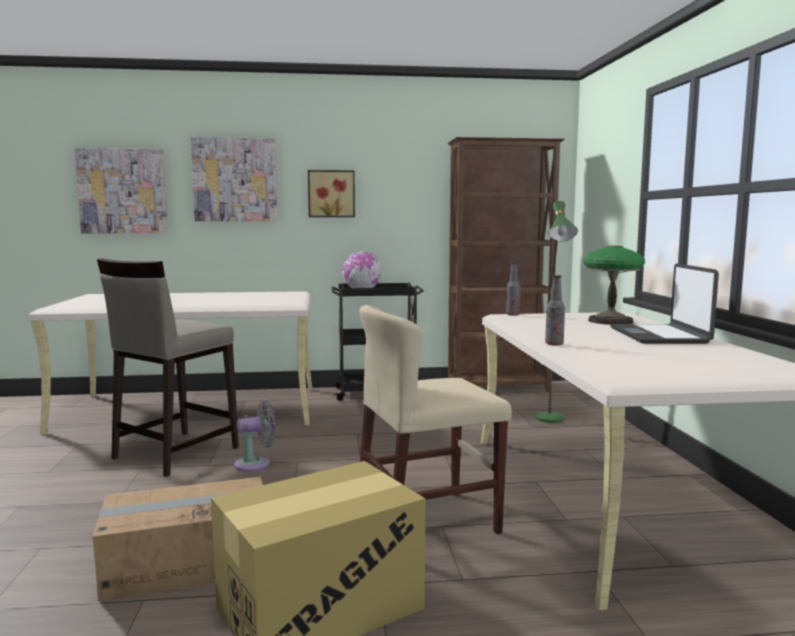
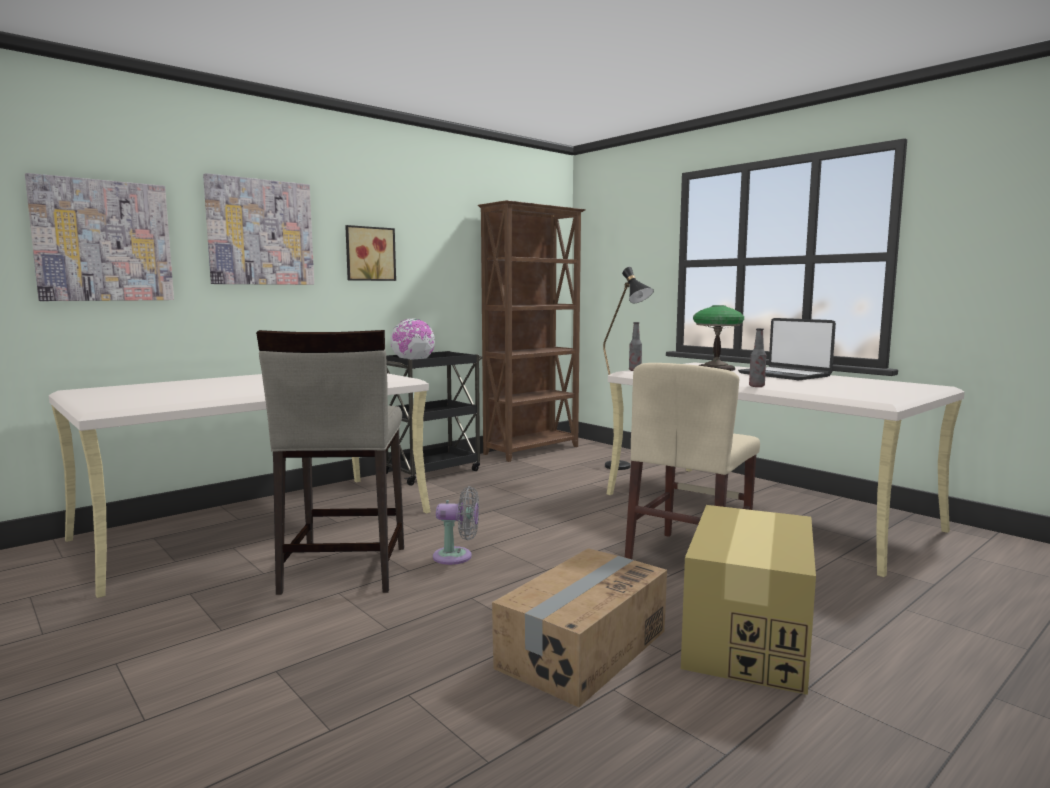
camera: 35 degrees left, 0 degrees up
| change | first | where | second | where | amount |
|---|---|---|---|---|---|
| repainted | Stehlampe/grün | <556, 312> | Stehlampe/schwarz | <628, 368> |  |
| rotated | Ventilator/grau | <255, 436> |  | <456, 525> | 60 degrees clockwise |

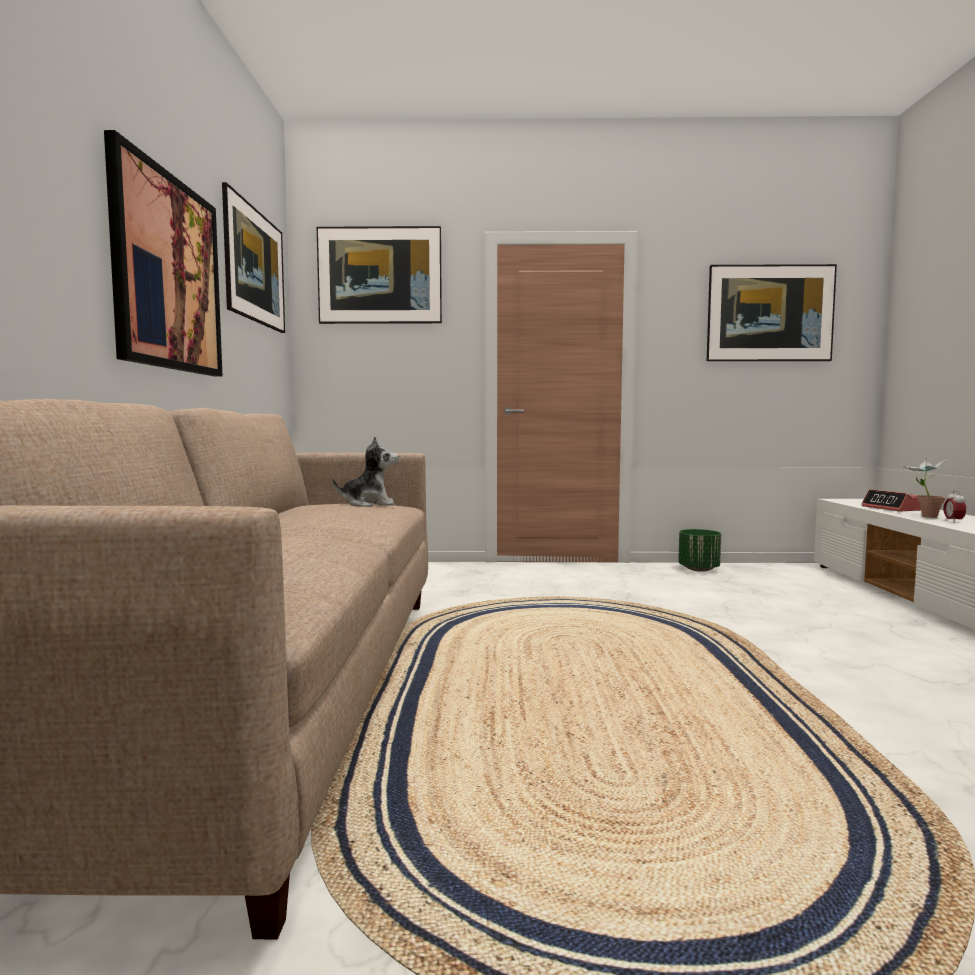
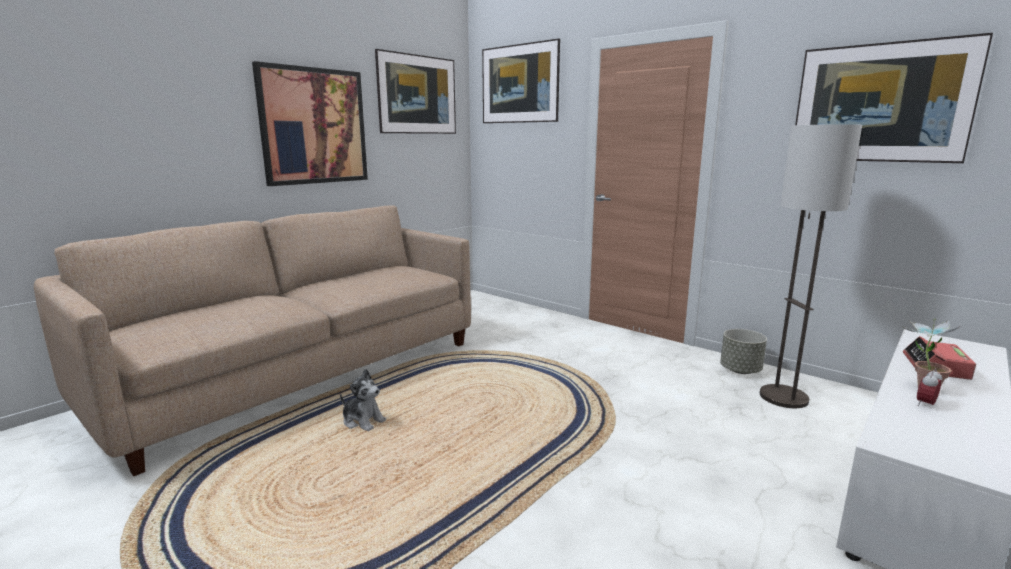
camera: 40 degrees right, 10 degrees up
| change | first | where | second | where | amount |
|---|---|---|---|---|---|
| new |  |  | Stehlampe | <811, 266> |  |
| shifted | Plüschtier | <365, 471> |  | <363, 400> |  |
| repainted | Pflanzkübel/grün | <699, 550> | Pflanzkübel/grau | <743, 351> |  |

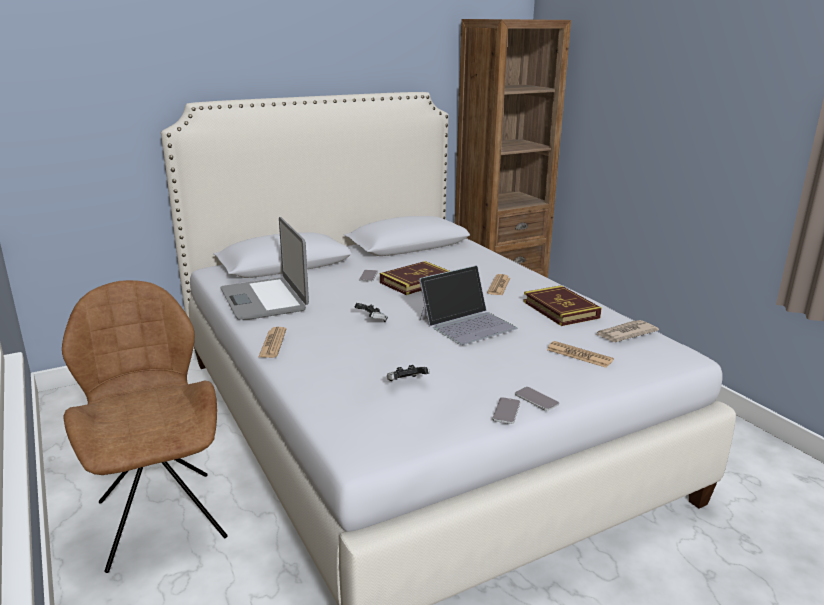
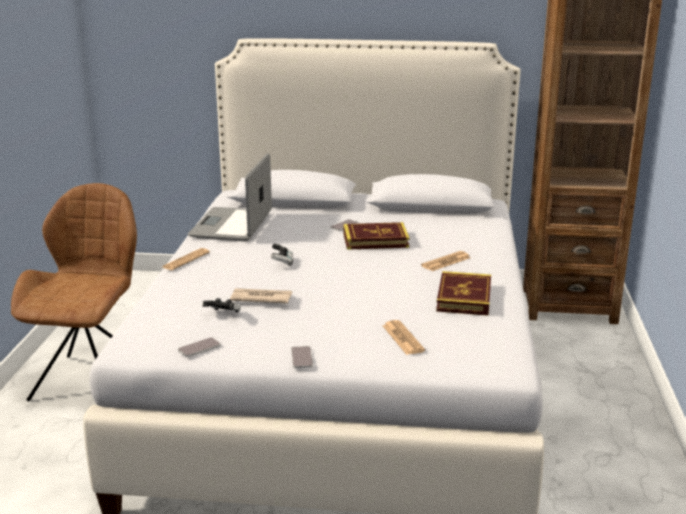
camera: 35 degrees right, 0 degrees up
| change | first | where | second | where | amount |
|---|---|---|---|---|---|
| gone | Laptop | <468, 305> |  |  |  |
| shifted | Handy | <506, 410> |  | <199, 347> |  |
| shifted | Zeitung | <627, 331> |  | <261, 295> |  |

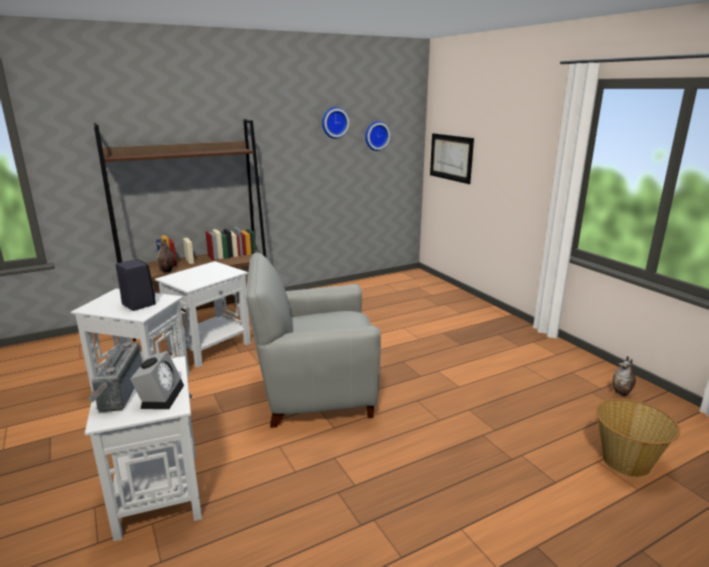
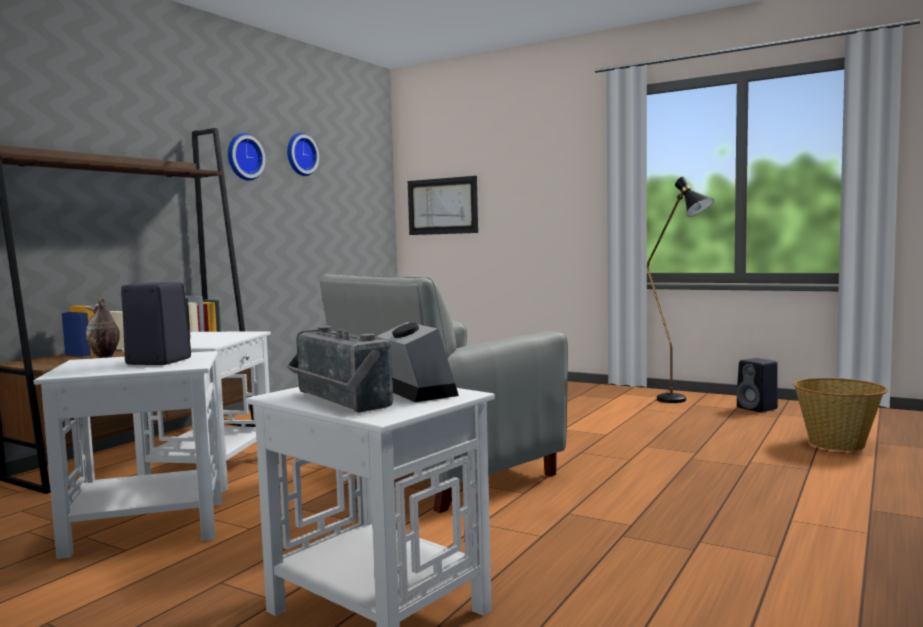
camera: 30 degrees left, 15 degrees down
| change | first | where | second | where | amount |
|---|---|---|---|---|---|
| new |  |  | Stehlampe/schwarz | <680, 290> |  |
| shifted | Wanduhr | <377, 136> |  | <246, 157> |  |
| swapped | Vase | <624, 376> | Lautsprecher/schwarz | <757, 385> |  |

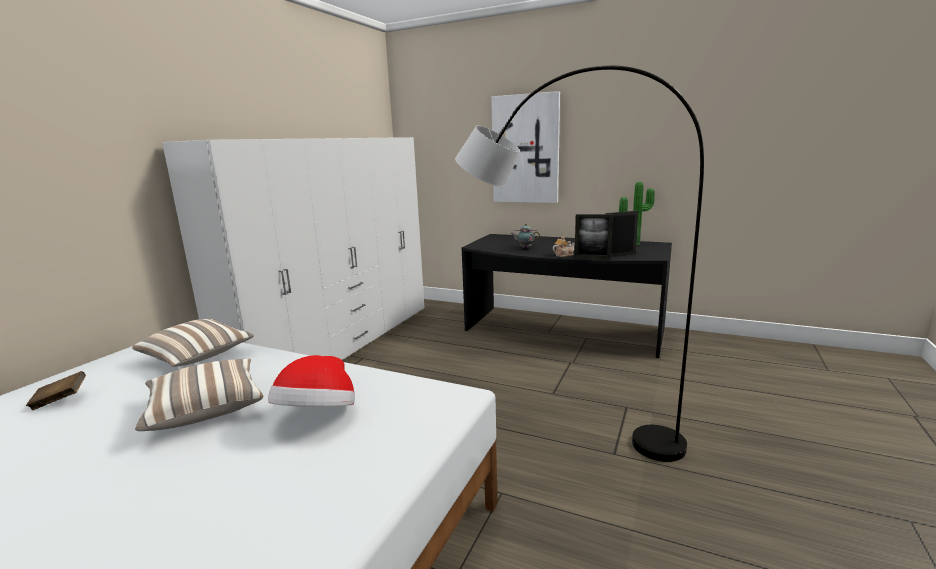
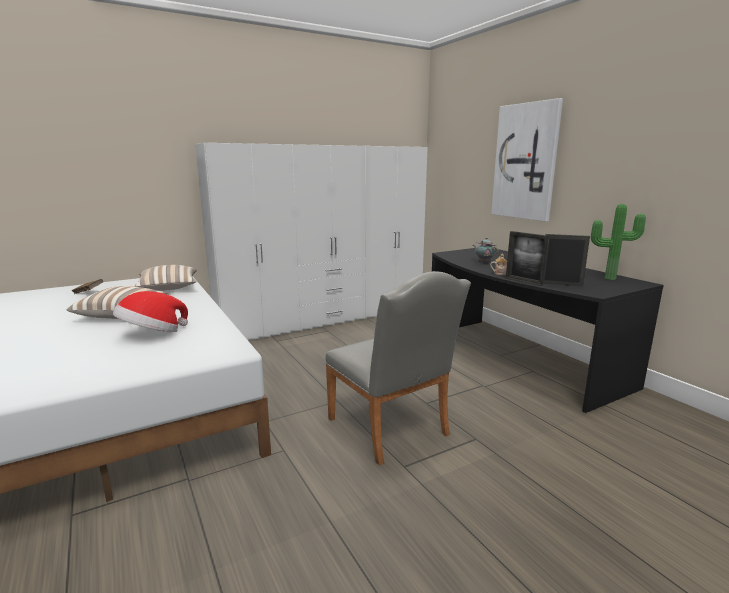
camera: 35 degrees right, 0 degrees up
| change | first | where | second | where | amount |
|---|---|---|---|---|---|
| swapped | Stehlampe/grau | <579, 263> | Stuhl/grau | <398, 368> |  |

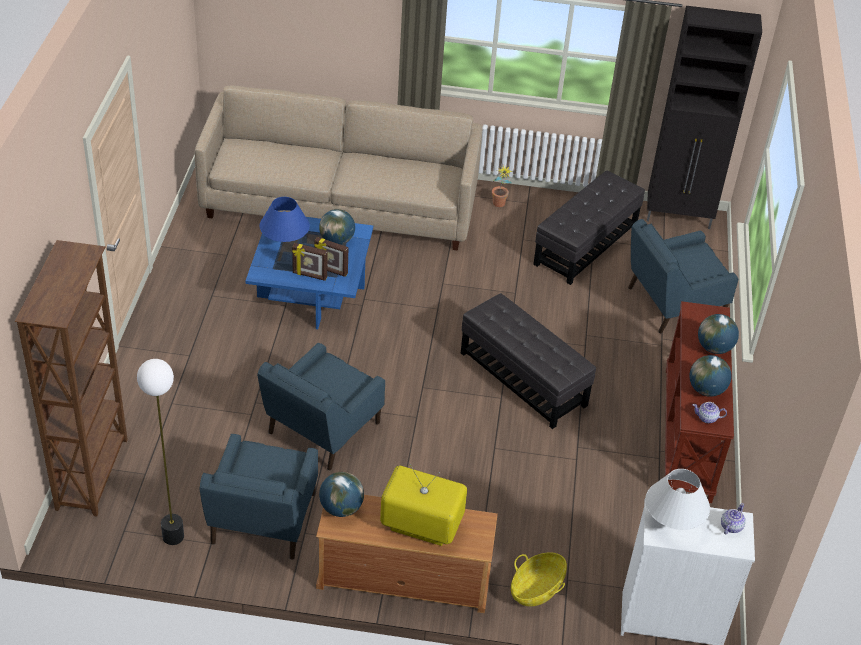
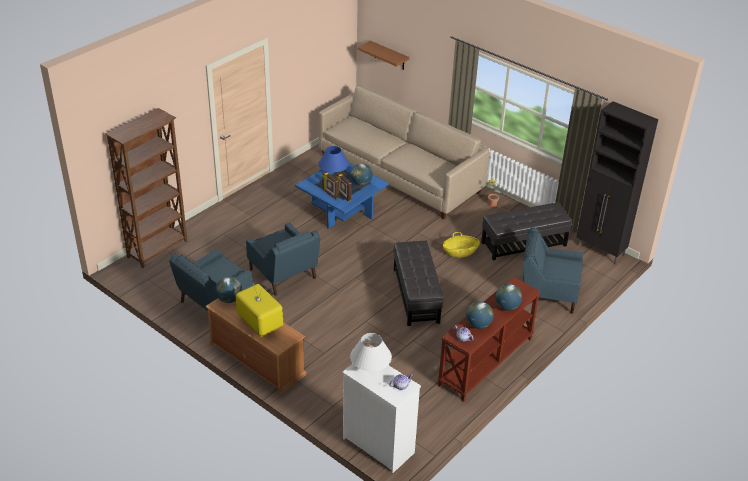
camera: 35 degrees right, 5 degrees down
| change | first | where | second | where | amount |
|---|---|---|---|---|---|
| gone | Stehlampe | <160, 452> |  |  |  |
| new |  |  | Wandregal/braun | <383, 55> |  |
| shifted | Korb | <539, 579> |  | <461, 245> |  |
| rotated | Sessel/blau | <321, 406> |  | <283, 259> | 105 degrees counterclockwise |

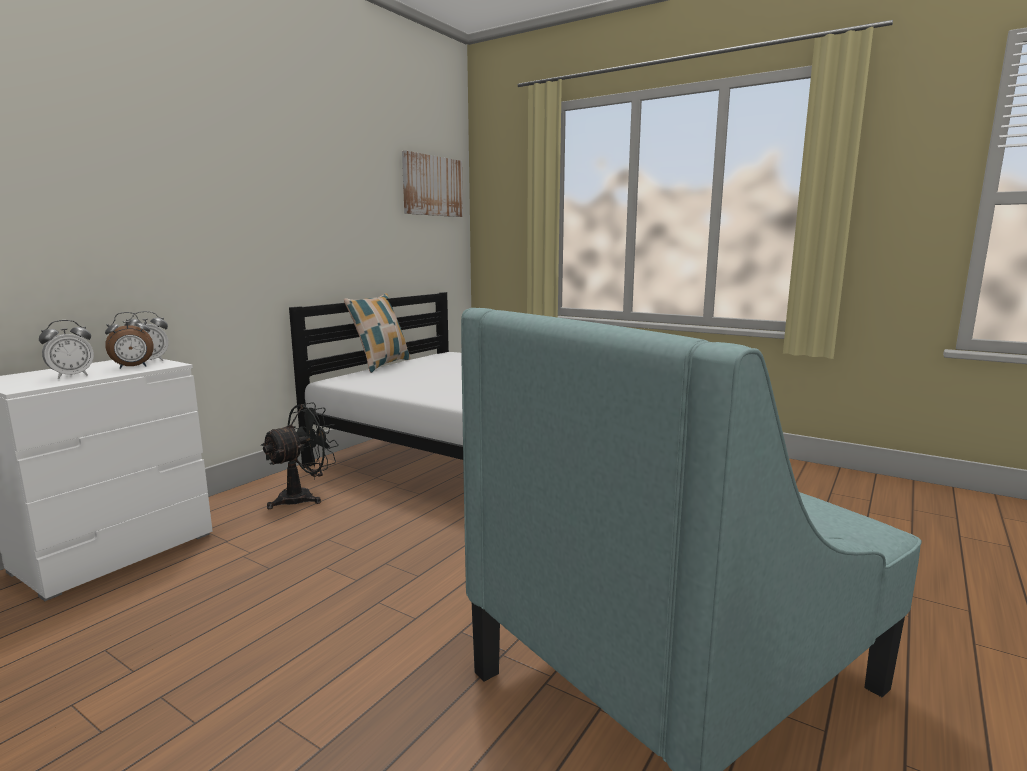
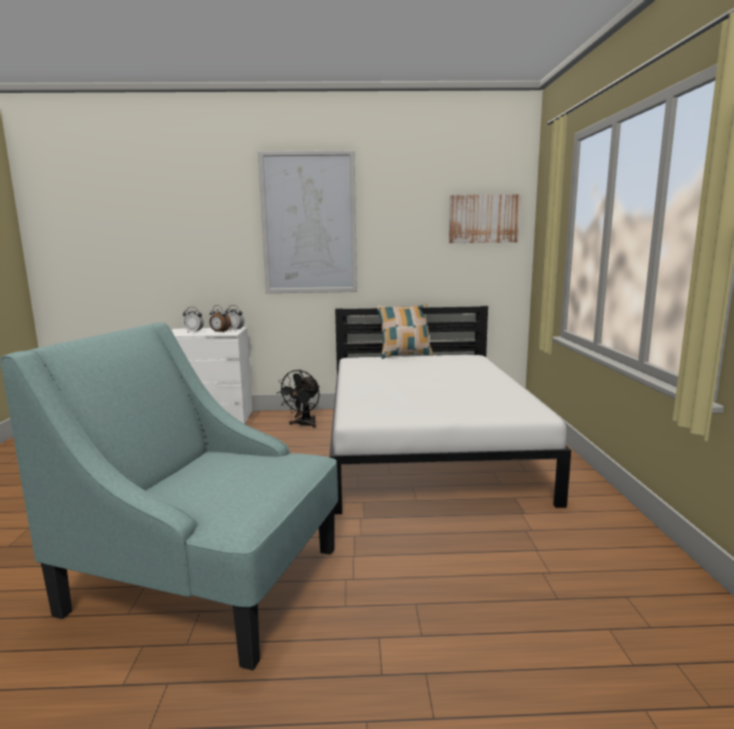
camera: 55 degrees right, 0 degrees up
| change | first | where | second | where | amount |
|---|---|---|---|---|---|
| new |  |  | Bild | <307, 221> |  |
| rotated | Ventilator/schwarz | <300, 455> |  | <298, 399> | 105 degrees clockwise |

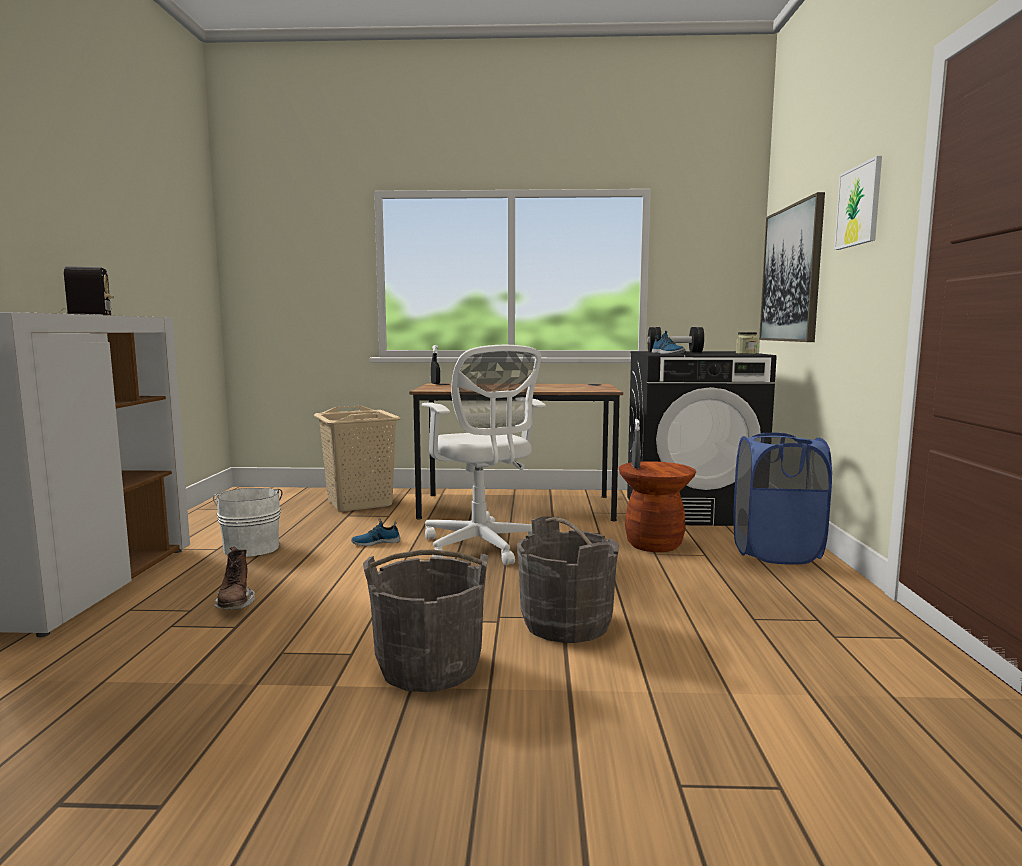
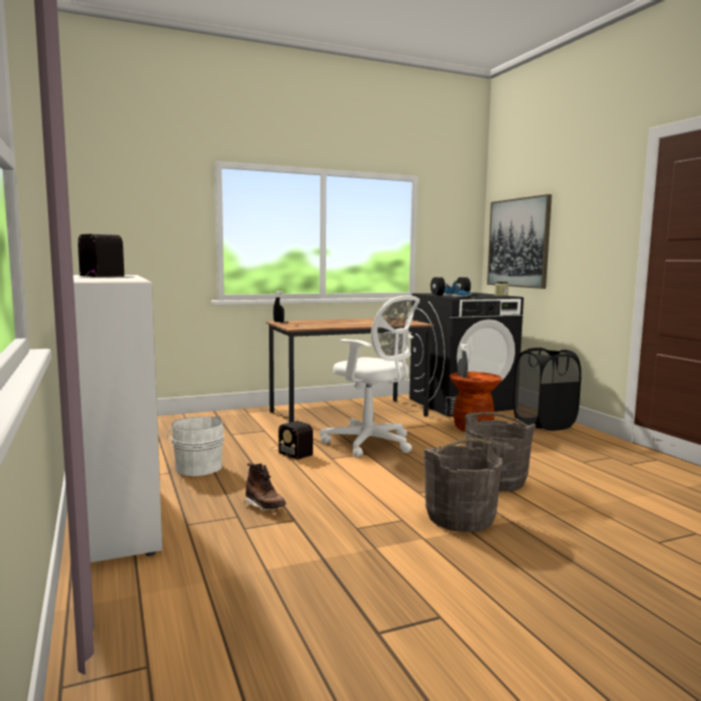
camera: 25 degrees left, 0 degrees up
| change | first | where | second | where | amount |
|---|---|---|---|---|---|
| gone | Wäschekorb/beige | <357, 459> |  |  |  |
| gone | Bild | <858, 203> |  |  |  |
| swapped | Schuh | <375, 532> | Radio | <291, 440> |  |
| repainted | Wäschekorb/blau | <782, 499> | Wäschekorb/schwarz | <547, 389> |  |

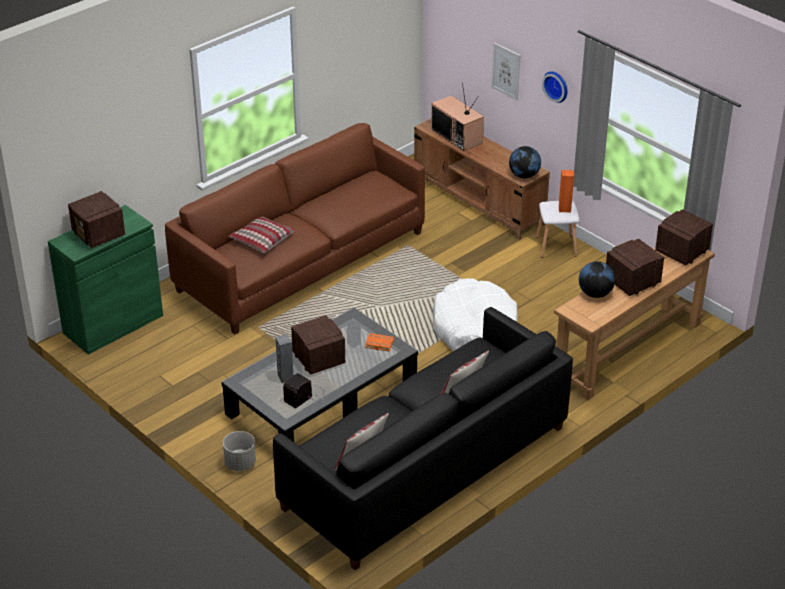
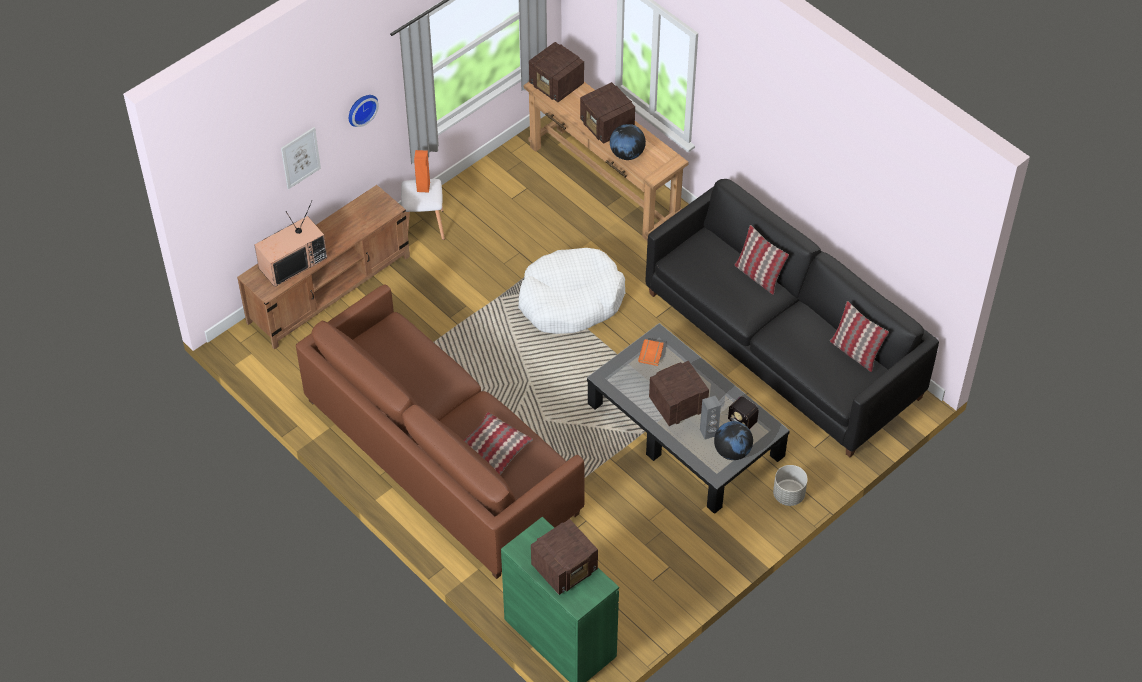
camera: 90 degrees left, 15 degrees up
| change | first | where | second | where | amount |
|---|---|---|---|---|---|
| shifted | Globus | <525, 162> |  | <733, 440> |  |

